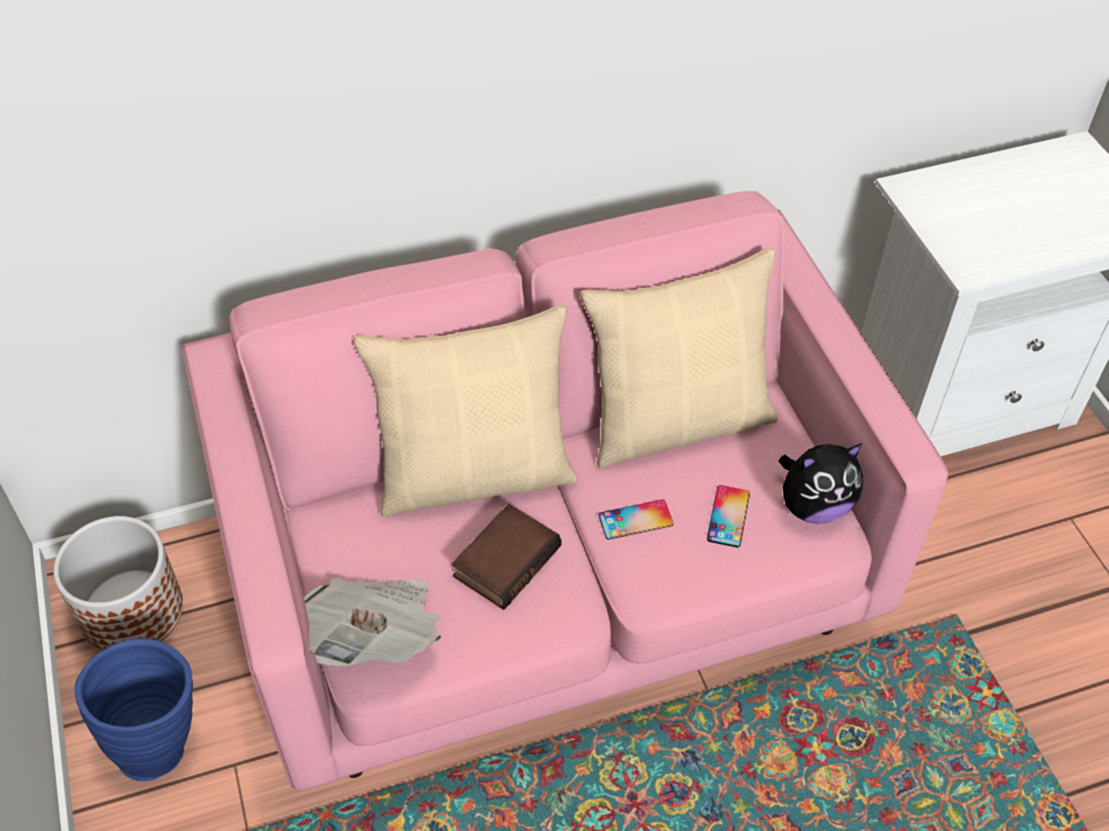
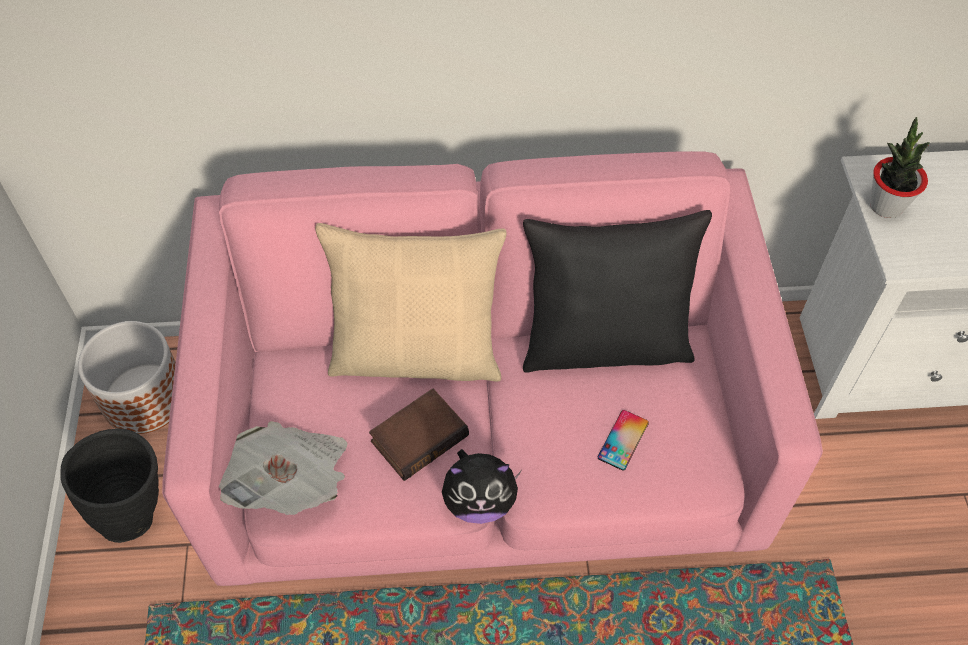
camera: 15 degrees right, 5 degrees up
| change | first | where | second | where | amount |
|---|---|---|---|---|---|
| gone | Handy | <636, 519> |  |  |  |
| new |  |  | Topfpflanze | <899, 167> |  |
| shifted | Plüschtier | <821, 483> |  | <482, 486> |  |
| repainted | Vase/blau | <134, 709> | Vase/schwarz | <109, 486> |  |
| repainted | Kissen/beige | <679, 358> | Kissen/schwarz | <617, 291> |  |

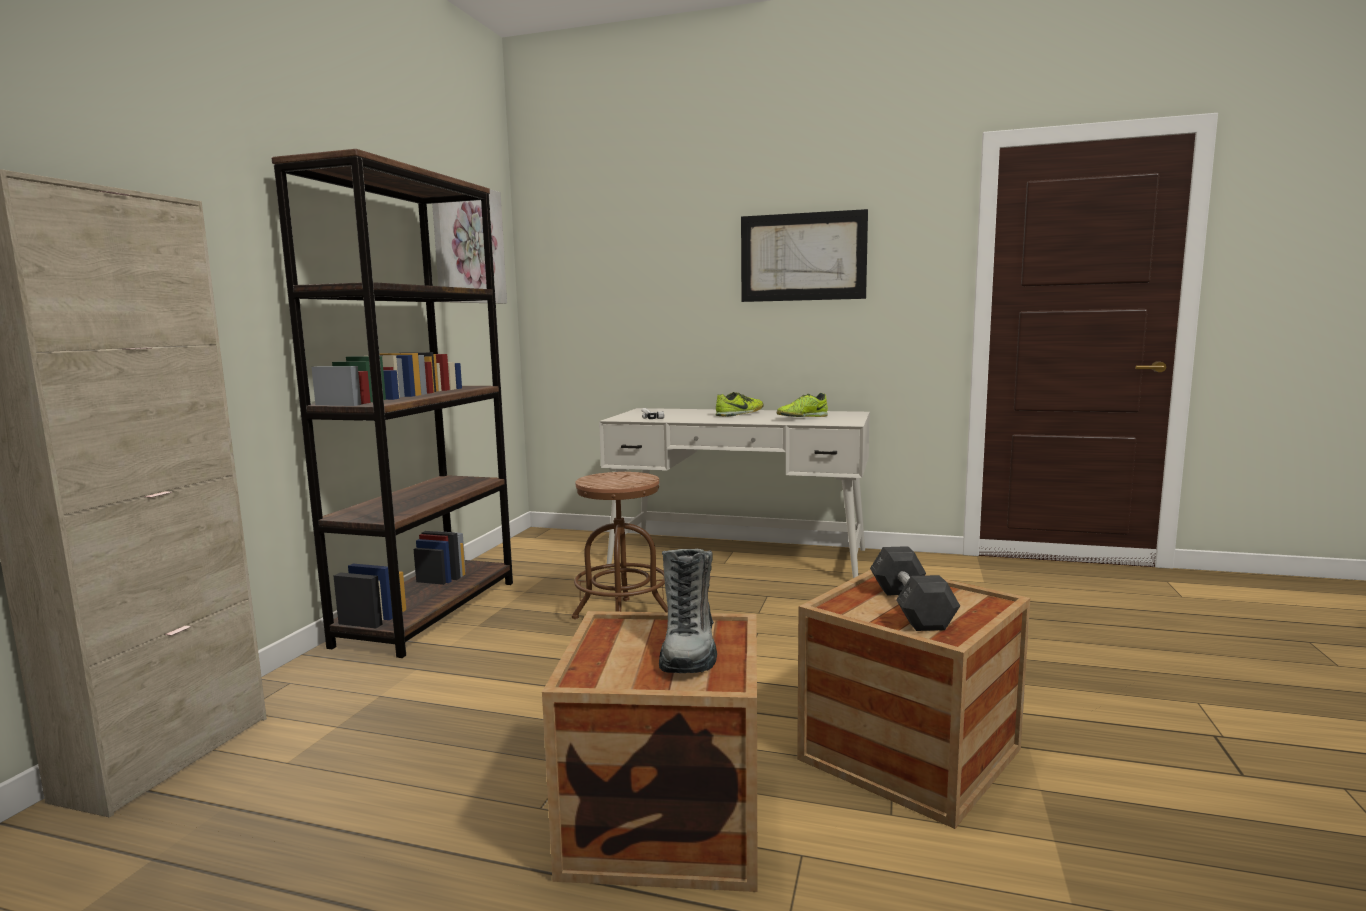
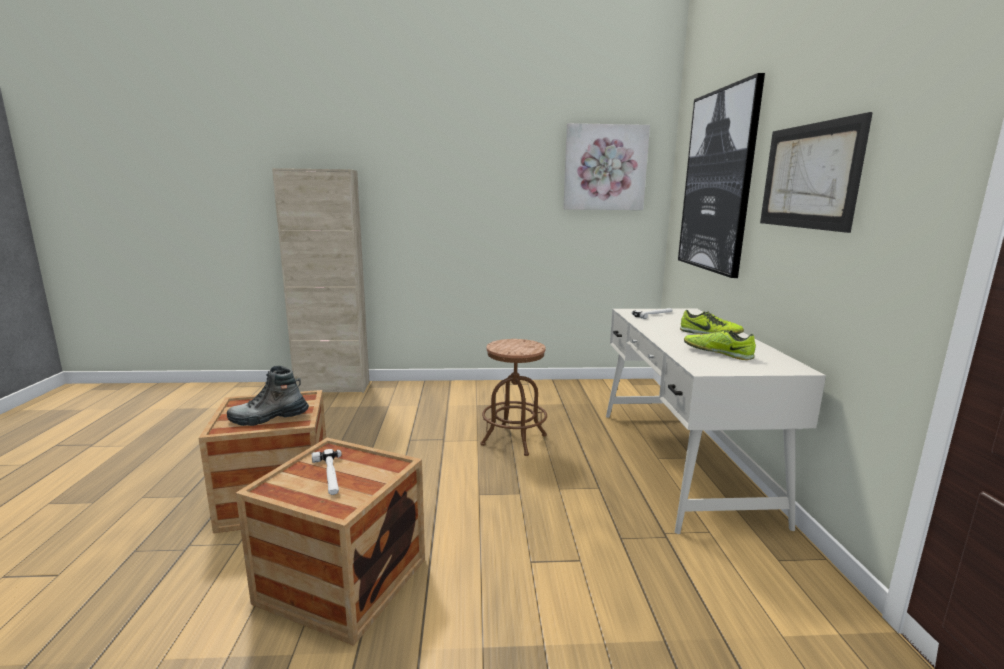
camera: 70 degrees right, 5 degrees up
| change | first | where | second | where | amount |
|---|---|---|---|---|---|
| gone | Bücherregal/braun | <392, 403> |  |  |  |
| new |  |  | Bild | <721, 175> |  |
| swapped | Hantel/grau | <915, 588> | Hammer | <327, 472> |  |

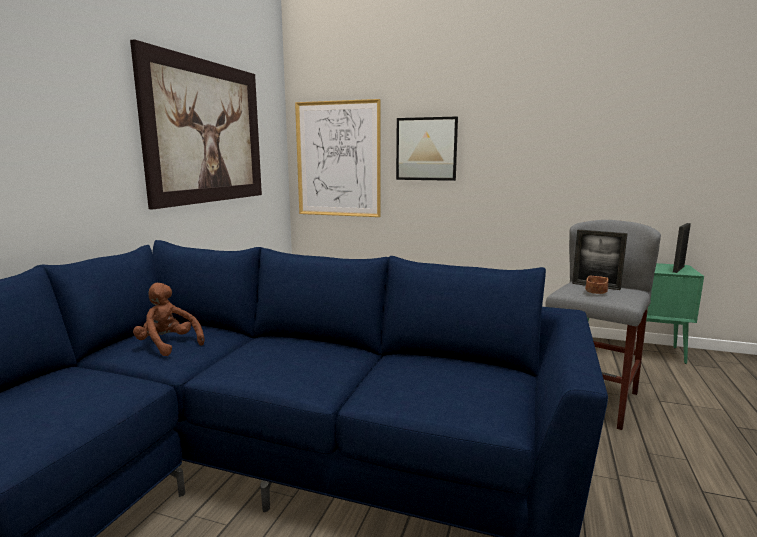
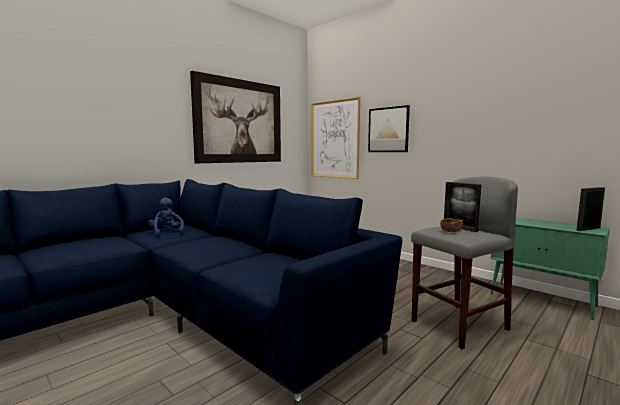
camera: 25 degrees right, 5 degrees down
| change | first | where | second | where | amount |
|---|---|---|---|---|---|
| repainted | Plüschtier/braun | <169, 319> | Plüschtier/blau | <166, 217> |  |

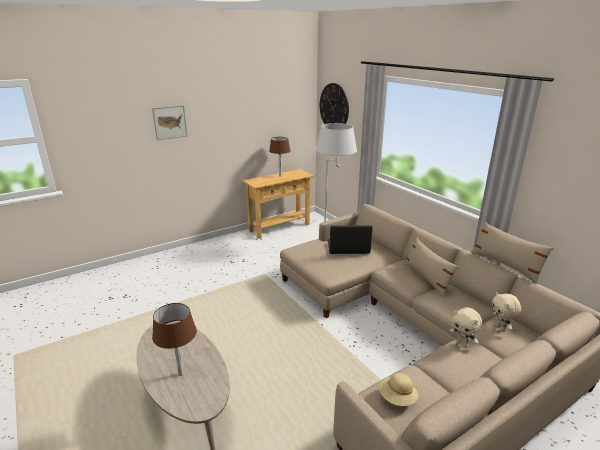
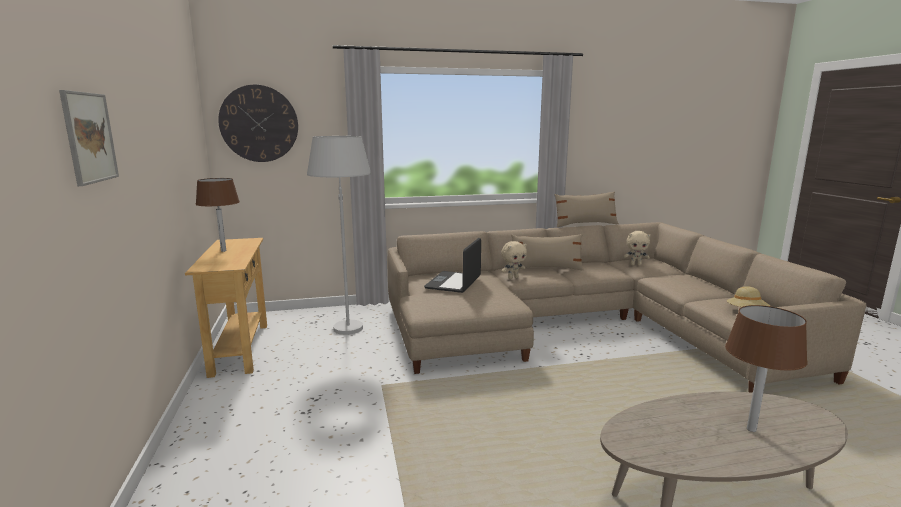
camera: 70 degrees left, 10 degrees down
| change | first | where | second | where | amount |
|---|---|---|---|---|---|
| shifted | Plüschtier/beige | <466, 327> |  | <514, 260> |  |

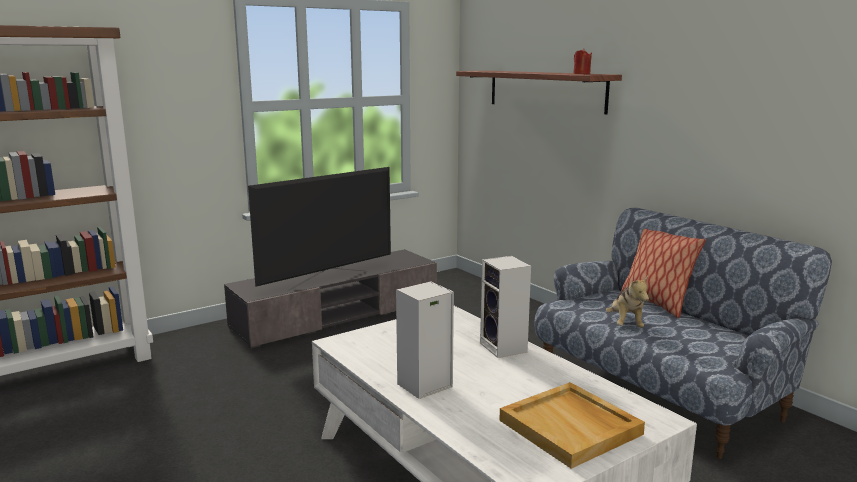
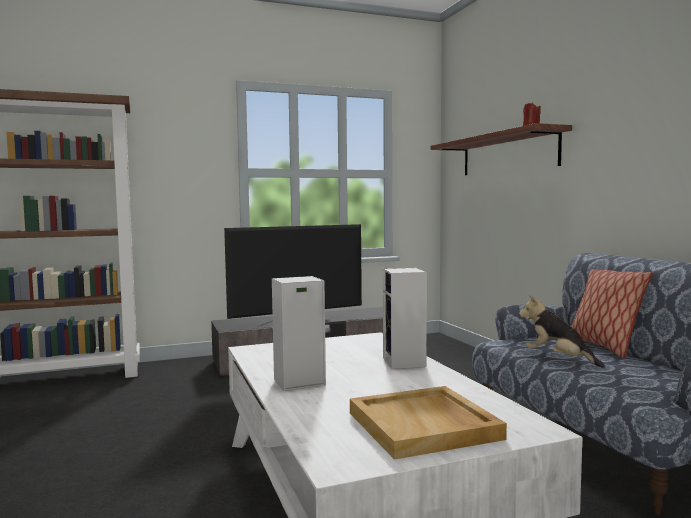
camera: 15 degrees right, 10 degrees down
| change | first | where | second | where | amount |
|---|---|---|---|---|---|
| rotated | Plüschtier | <627, 301> |  | <562, 331> | 120 degrees clockwise |

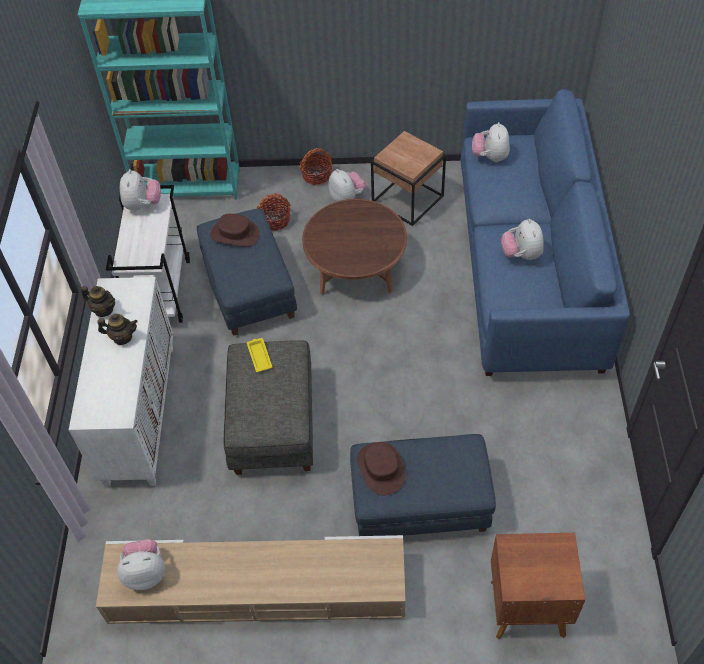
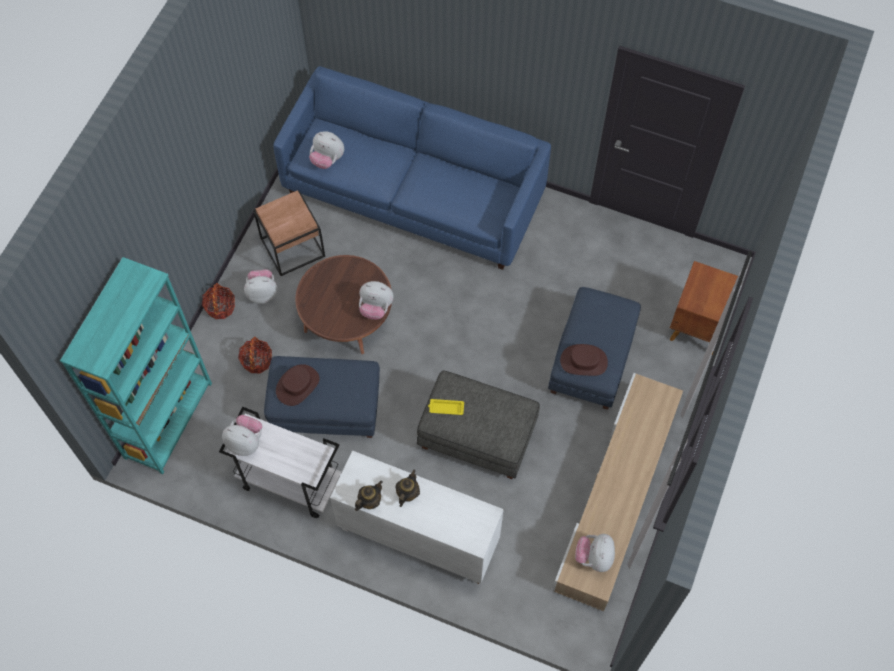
camera: 70 degrees left, 10 degrees up
| change | first | where | second | where | amount |
|---|---|---|---|---|---|
| shifted | Plüschtier | <522, 239> |  | <376, 300> |  |

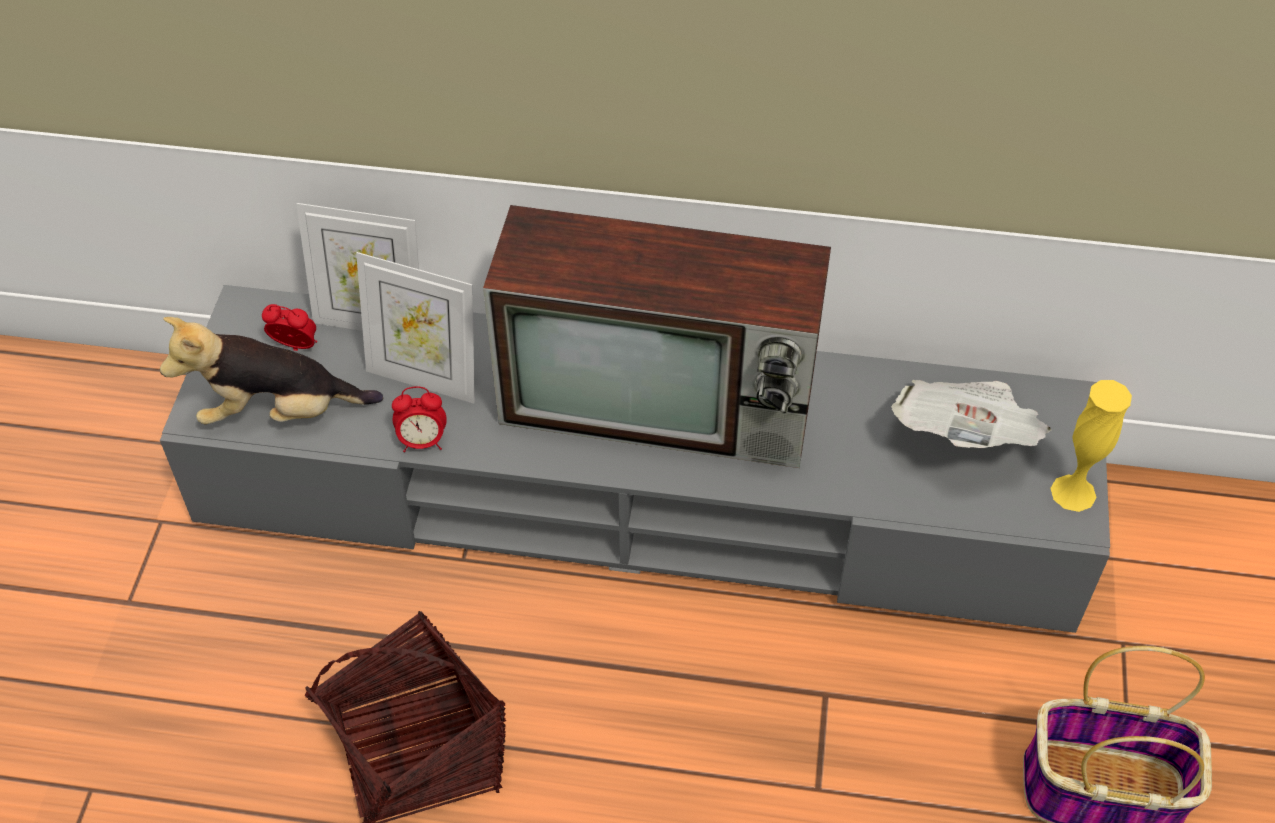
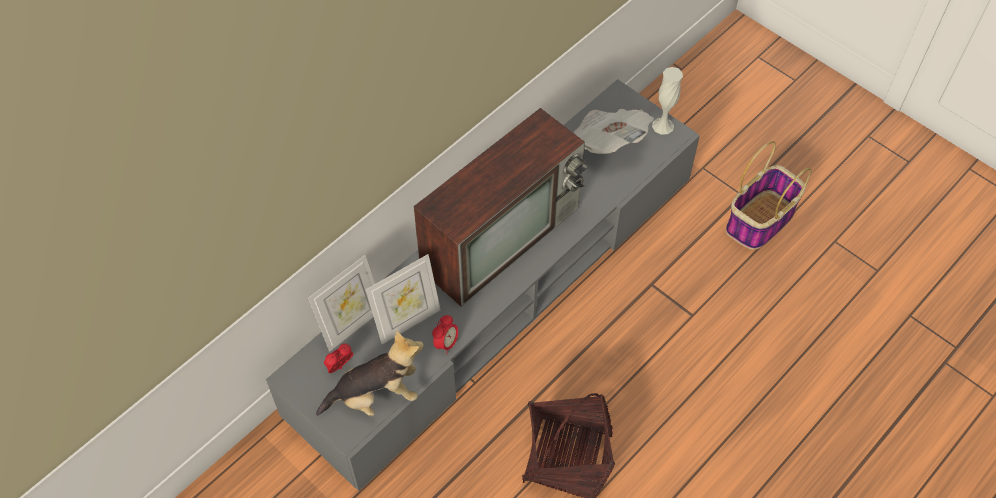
camera: 55 degrees left, 5 degrees up
| change | first | where | second | where | amount |
|---|---|---|---|---|---|
| repainted | Vase/gelb | <1091, 446> | Vase/weiß | <667, 101> |  |
| rotated | Plüschtier | <271, 371> |  | <370, 373> | 135 degrees counterclockwise |

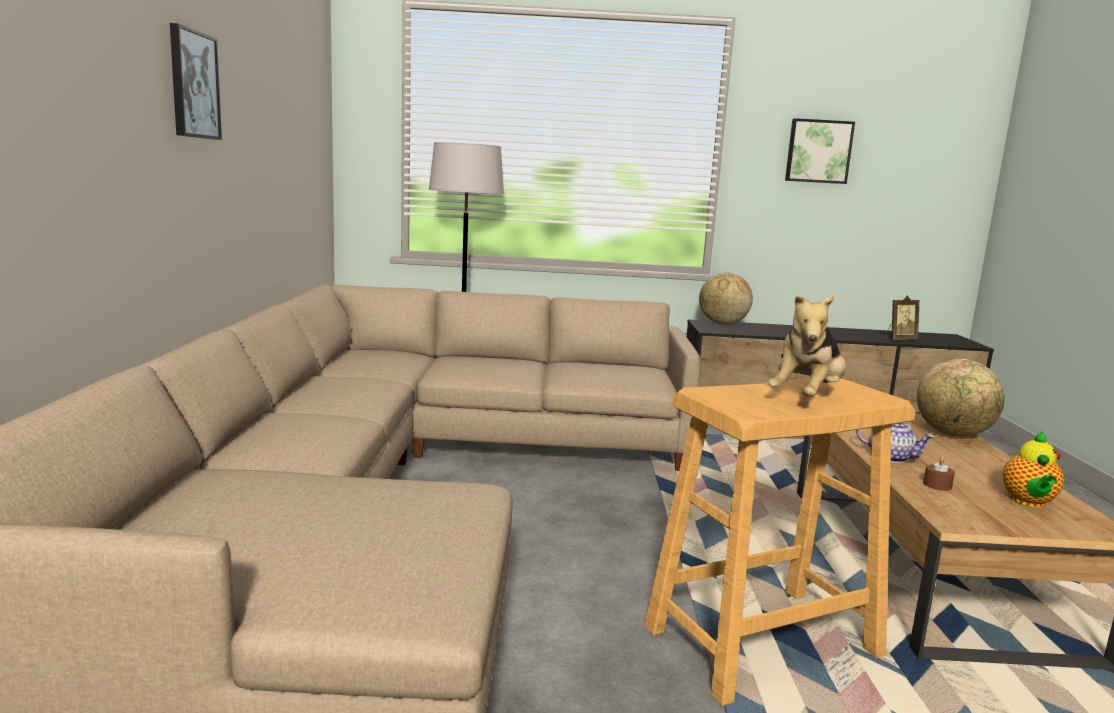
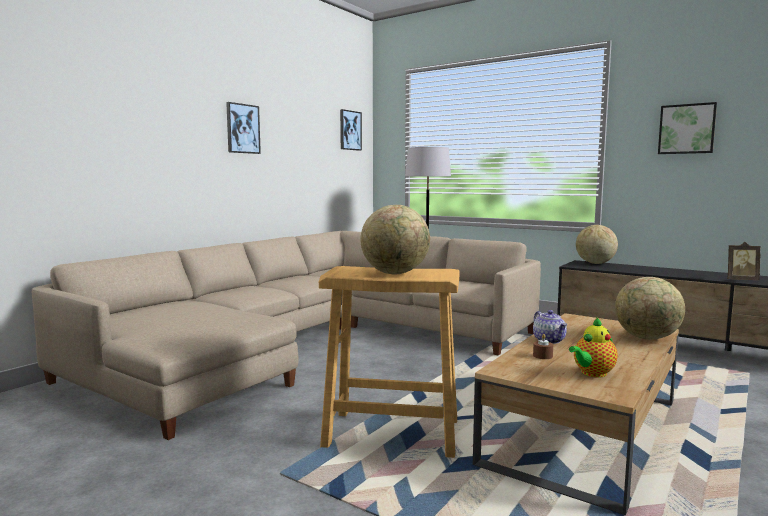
camera: 35 degrees right, 5 degrees down
| change | first | where | second | where | amount |
|---|---|---|---|---|---|
| new |  |  | Bild | <351, 130> |  |
| swapped | Plüschtier | <807, 345> | Globus | <395, 239> |  |

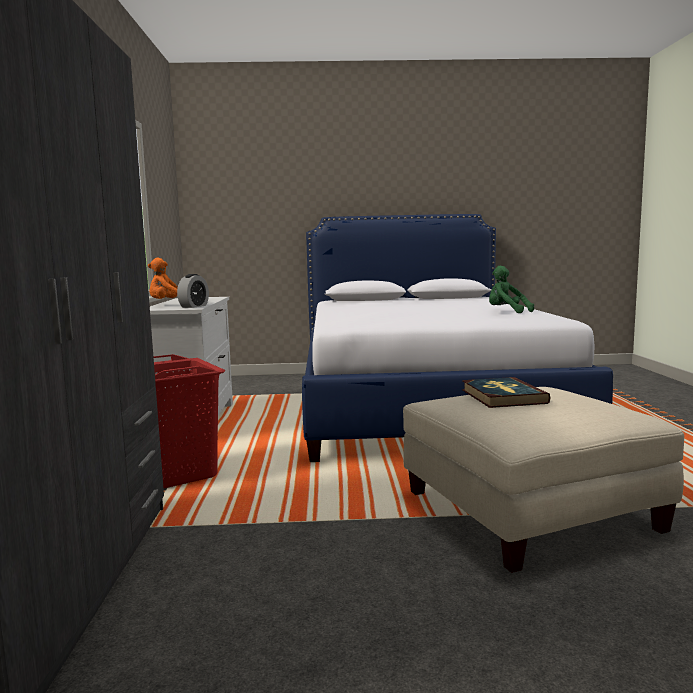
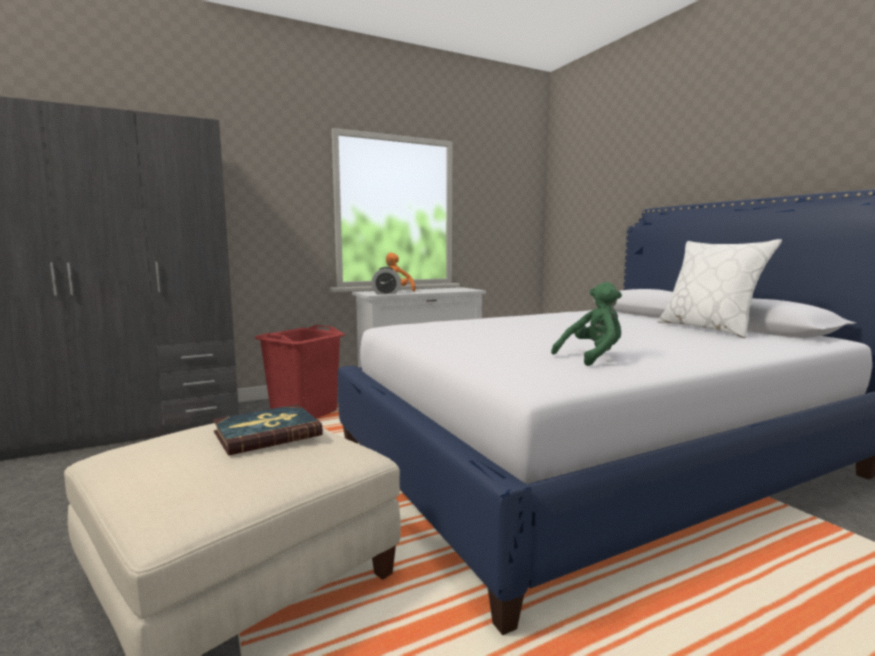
camera: 65 degrees right, 0 degrees up
| change | first | where | second | where | amount |
|---|---|---|---|---|---|
| new |  |  | Kissen/weiß | <719, 288> |  |
| rotated | Plüschtier/grün | <511, 289> |  | <586, 324> | 45 degrees clockwise |

